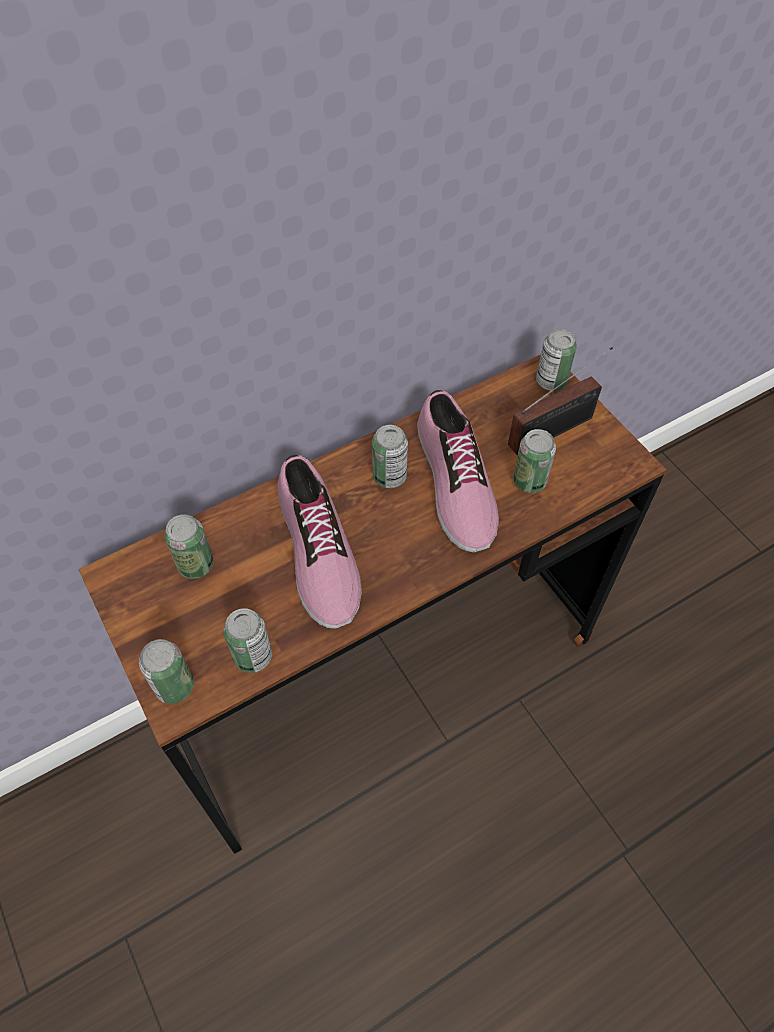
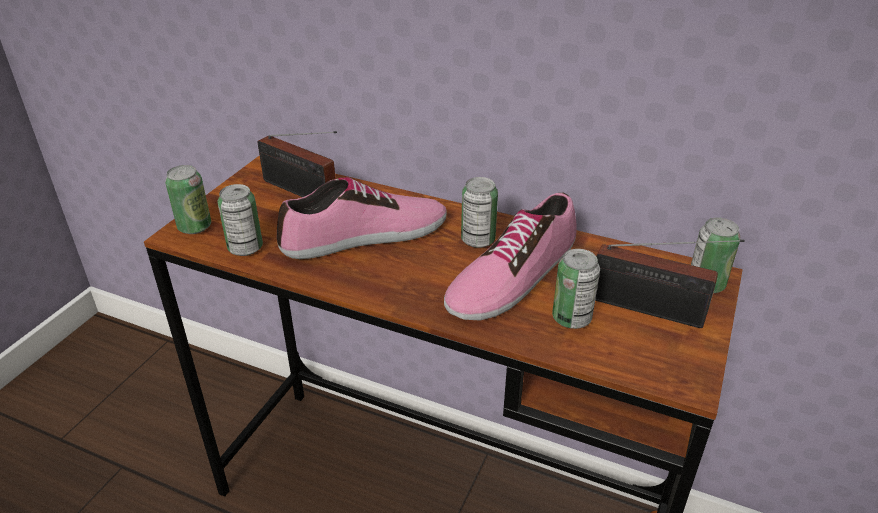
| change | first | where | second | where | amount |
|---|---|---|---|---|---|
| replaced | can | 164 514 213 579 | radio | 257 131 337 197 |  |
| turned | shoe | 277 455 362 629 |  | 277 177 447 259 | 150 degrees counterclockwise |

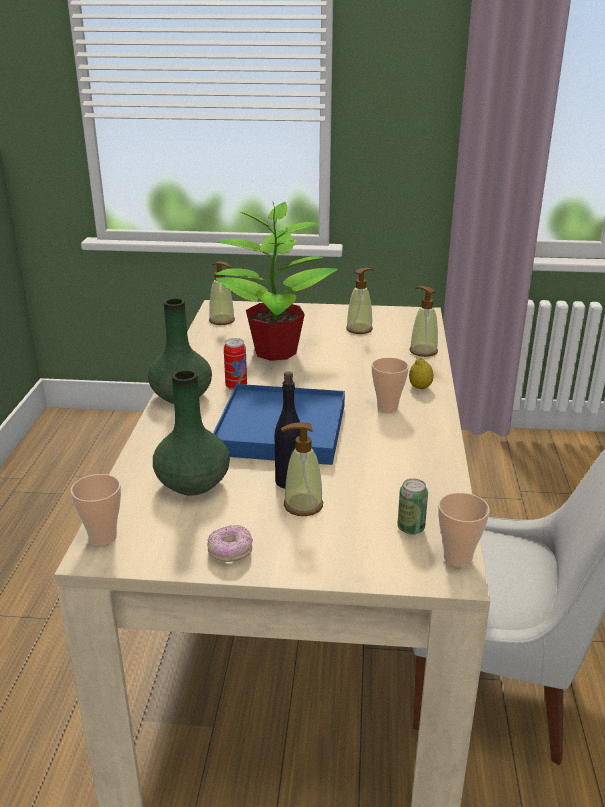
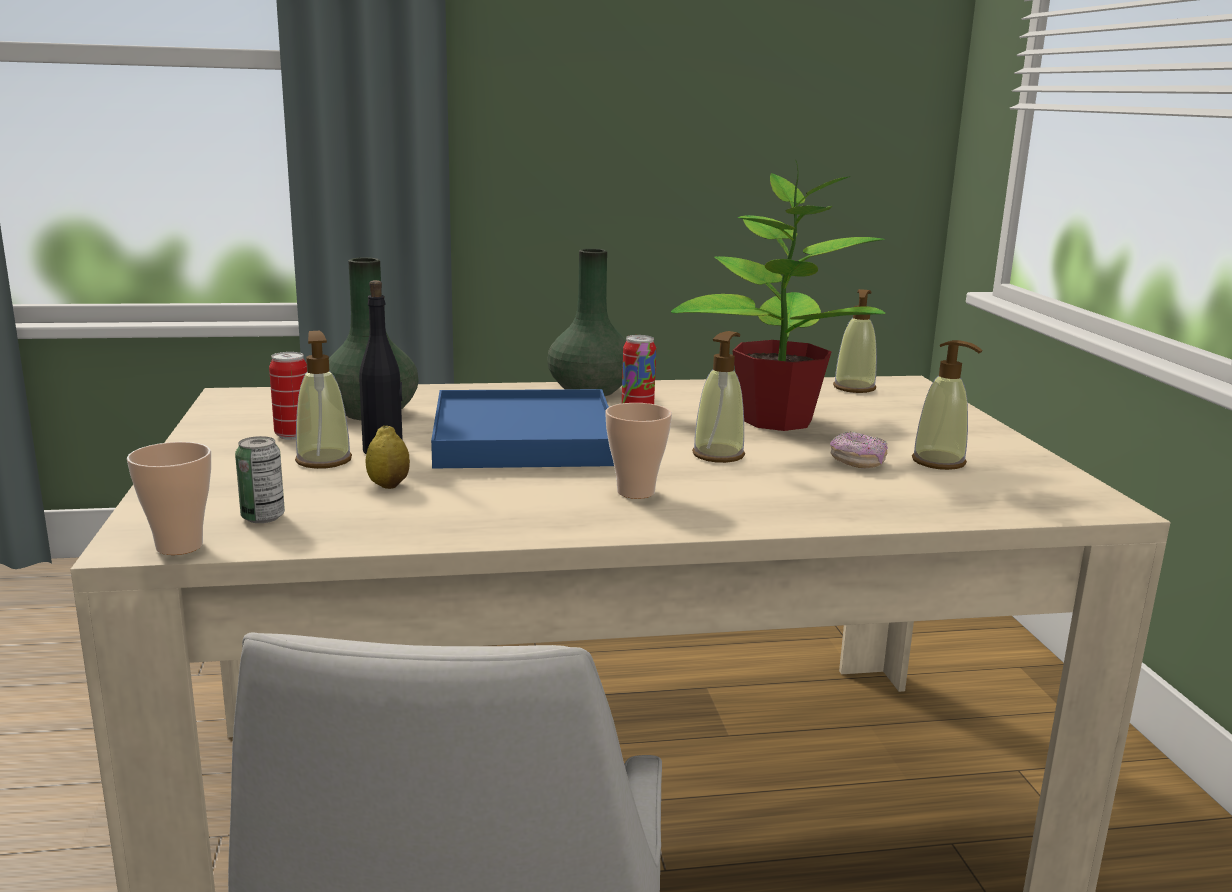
| change | first | where | second | where | amount |
|---|---|---|---|---|---|
| added |  |  | can | 269 352 307 440 |  |
| moved | lemon | 409 358 434 389 |  | 366 425 410 489 |  |
| moved | soap dispenser | 410 286 438 357 |  | 692 331 745 463 |  |
| moved | donut | 207 525 253 562 |  | 830 431 888 468 |  |
| removed | cup | 71 474 121 546 |  |  |  |

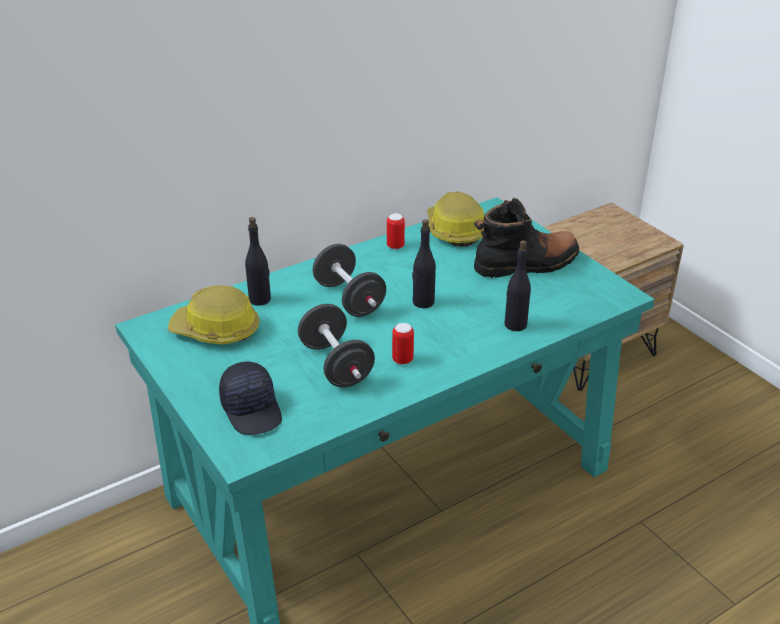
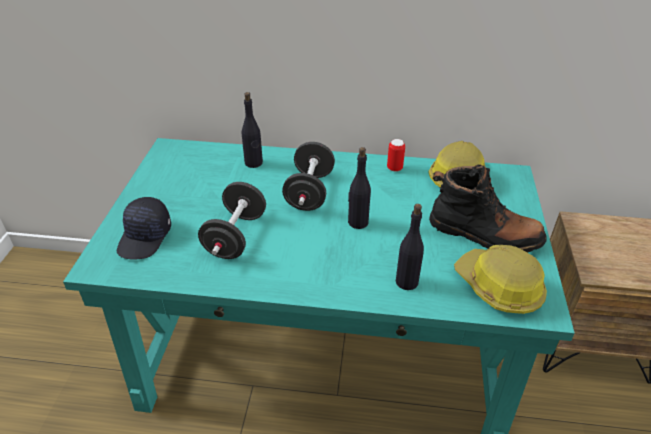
| change | first | where | second | where | amount |
|---|---|---|---|---|---|
| moved | hard hat | 167 285 260 345 |  | 454 245 547 314 |  |
| removed | can | 392 323 414 365 |  |  |  |

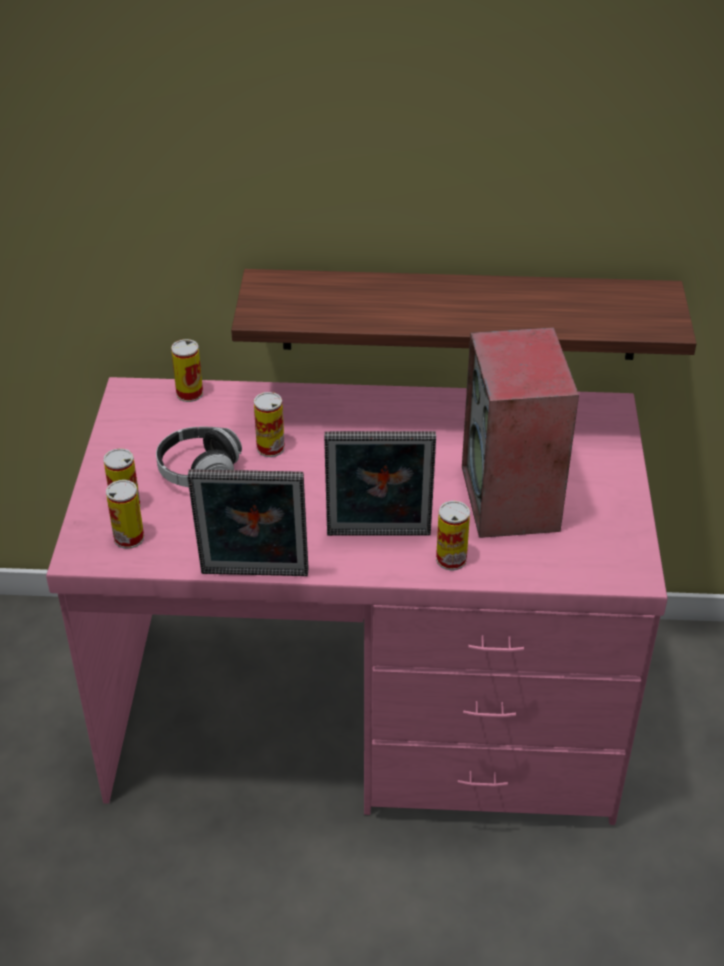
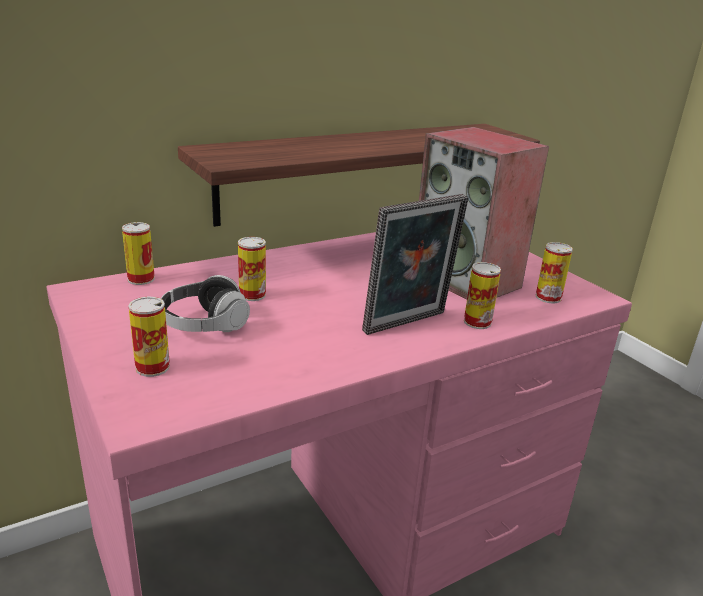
| change | first | where | second | where | amount |
|---|---|---|---|---|---|
| moved | can | 106 480 144 549 |  | 536 242 573 304 |  |
| removed | picture frame | 188 469 309 576 |  |  |  |

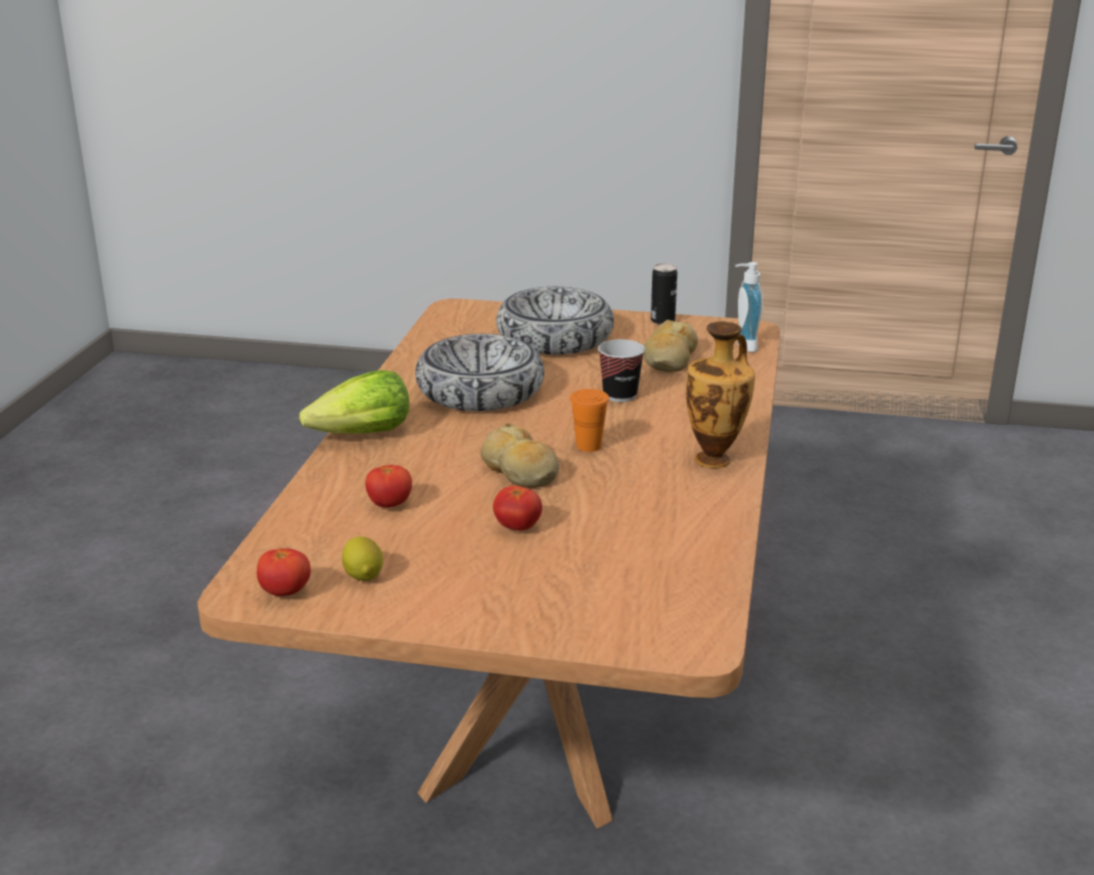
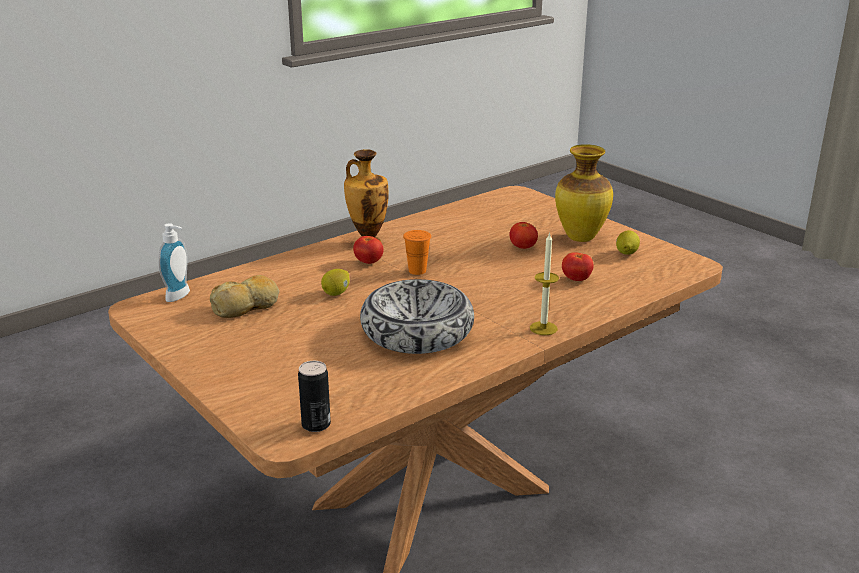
| change | first | where | second | where | amount |
|---|---|---|---|---|---|
| moved | can | 651 263 677 325 |  | 298 361 331 432 |  |
| replaced | cup | 598 339 645 402 | lemon | 321 269 350 296 |  |
| moved | tomato | 257 548 311 596 |  | 353 236 384 264 |  |
| replaced | lettuce | 299 370 409 434 | candle | 530 232 559 335 |  |
| added |  |  | vase | 555 144 613 242 |  |
| removed | bread | 481 423 559 488 |  |  |  |
| removed | bowl | 496 287 614 354 |  |  |  |

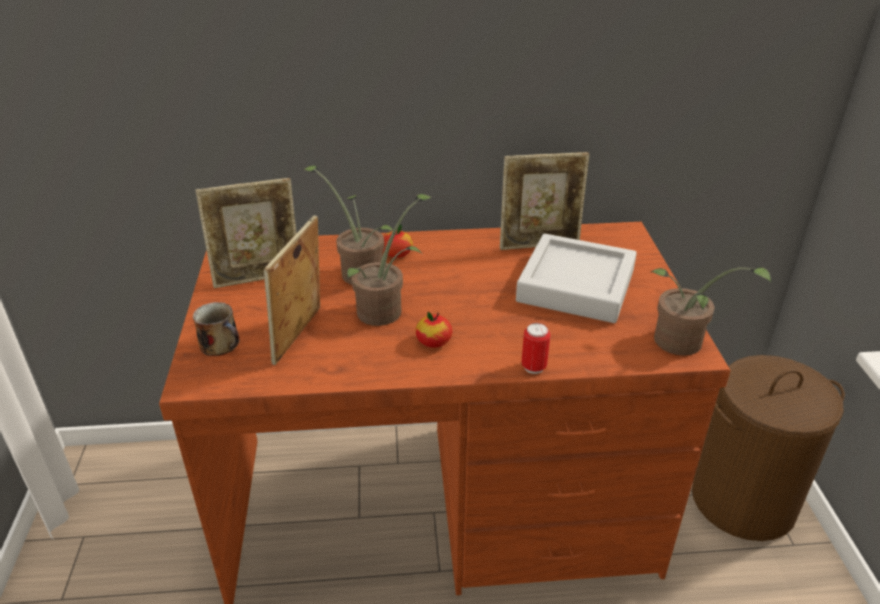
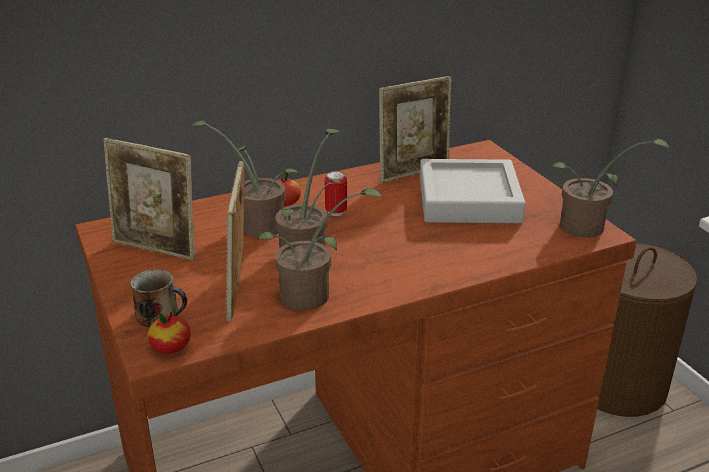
| change | first | where | second | where | amount |
|---|---|---|---|---|---|
| turned | picture frame | 196 178 297 288 |  | 103 138 195 260 | 60 degrees clockwise |
| moved | apple | 415 312 452 348 |  | 147 312 191 354 |  |
| added |  |  | potted plant | 257 188 384 310 |  |
| moved | can | 522 323 551 374 |  | 325 171 347 216 |  |

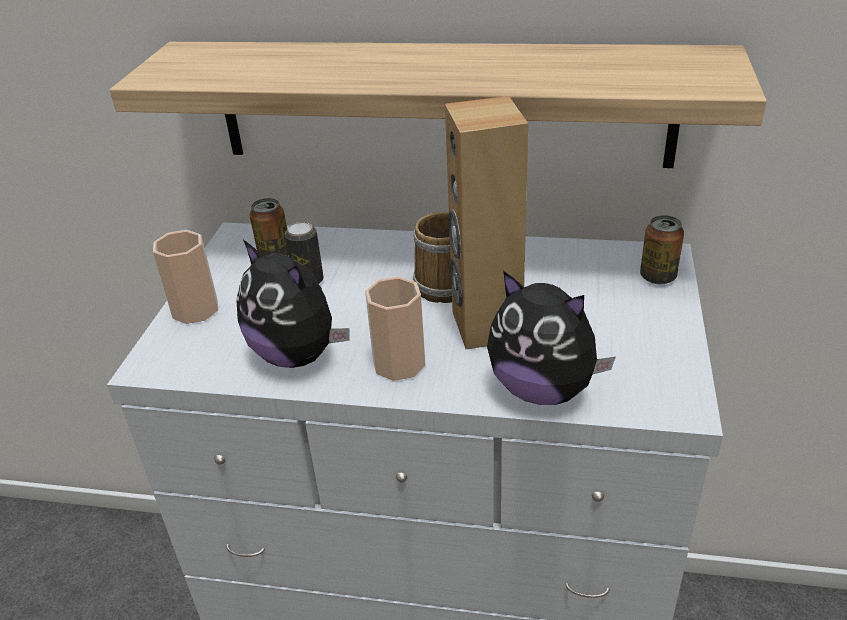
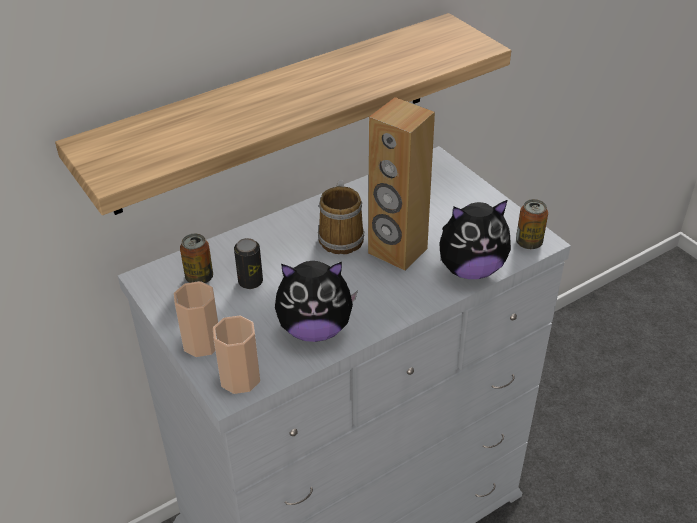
| change | first | where | second | where | amount |
|---|---|---|---|---|---|
| moved | cup | 365 276 426 381 |  | 213 316 260 394 |  |
| moved | can | 640 215 684 285 |  | 516 199 548 249 |  |

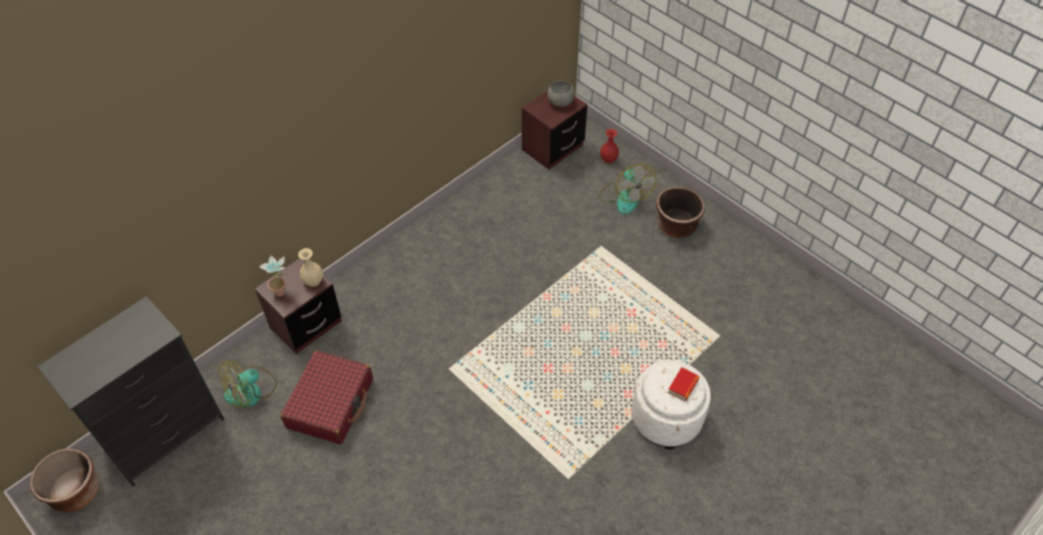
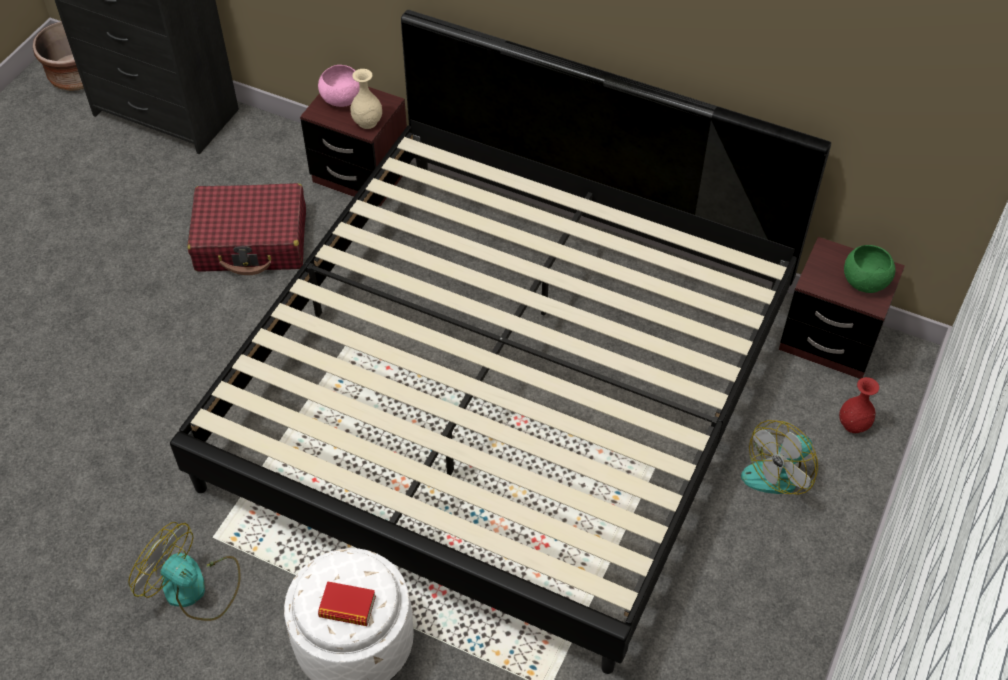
| change | first | where | second | where | amount |
|---|---|---|---|---|---|
| moved | fan | 218 360 277 408 |  | 128 522 241 621 |  |
| added |  |  | bed | 170 10 831 674 |  |
| replaced | potted plant | 259 255 286 297 | bowl in pink | 318 65 360 107 |  |
| recoloured | bowl in grey | 547 81 575 107 | bowl in green | 844 245 895 293 |  |
| removed | planter in brown | 656 187 705 238 |  |  |  |

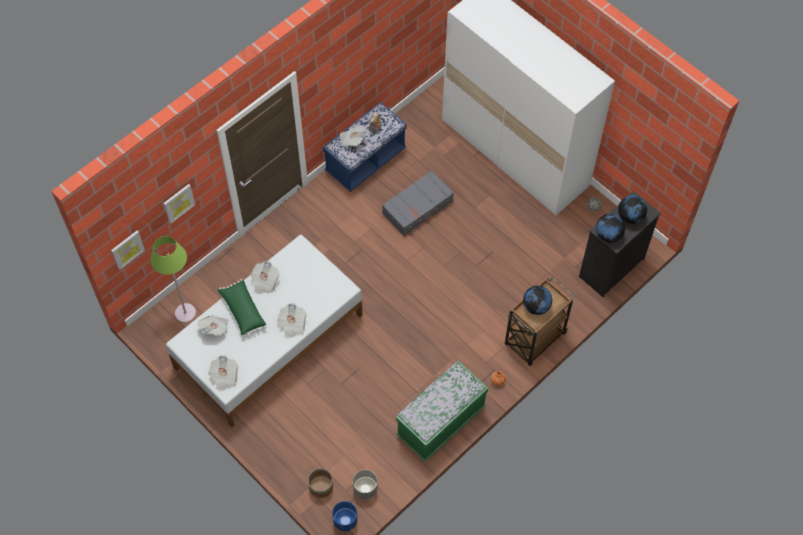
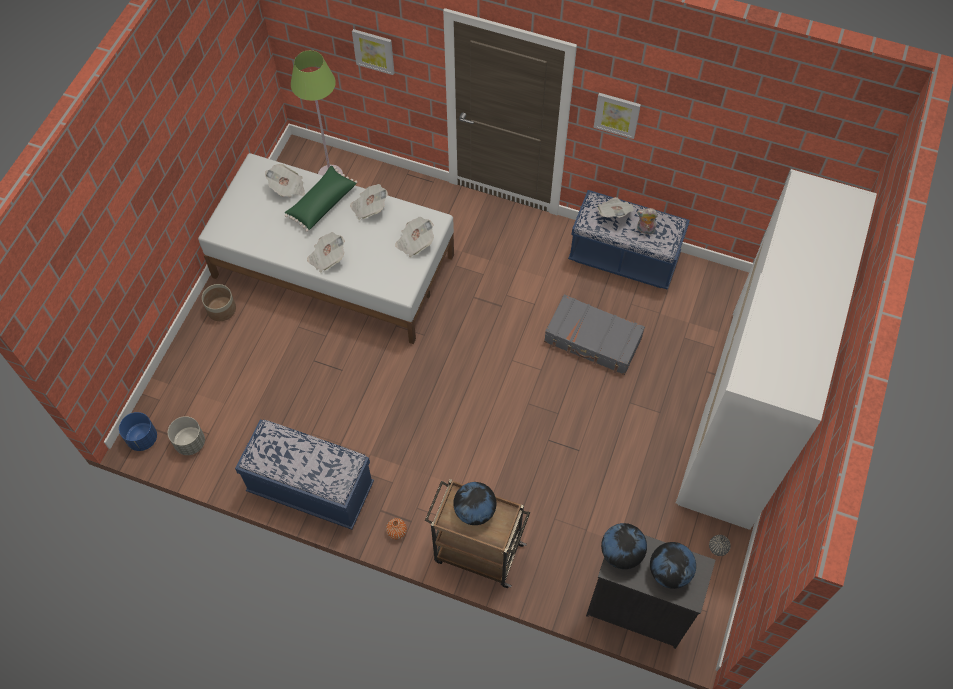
| change | first | where | second | where | amount |
|---|---|---|---|---|---|
| moved | planter | 308 468 333 498 |  | 202 284 236 321 |  |
| recoloured | bench in green | 396 361 488 462 | bench in blue | 235 419 374 530 |  |
| moved | newspaper | 208 355 238 392 |  | 395 217 434 257 |  |
| moved | picture | 111 231 145 270 |  | 594 93 641 139 |  |

